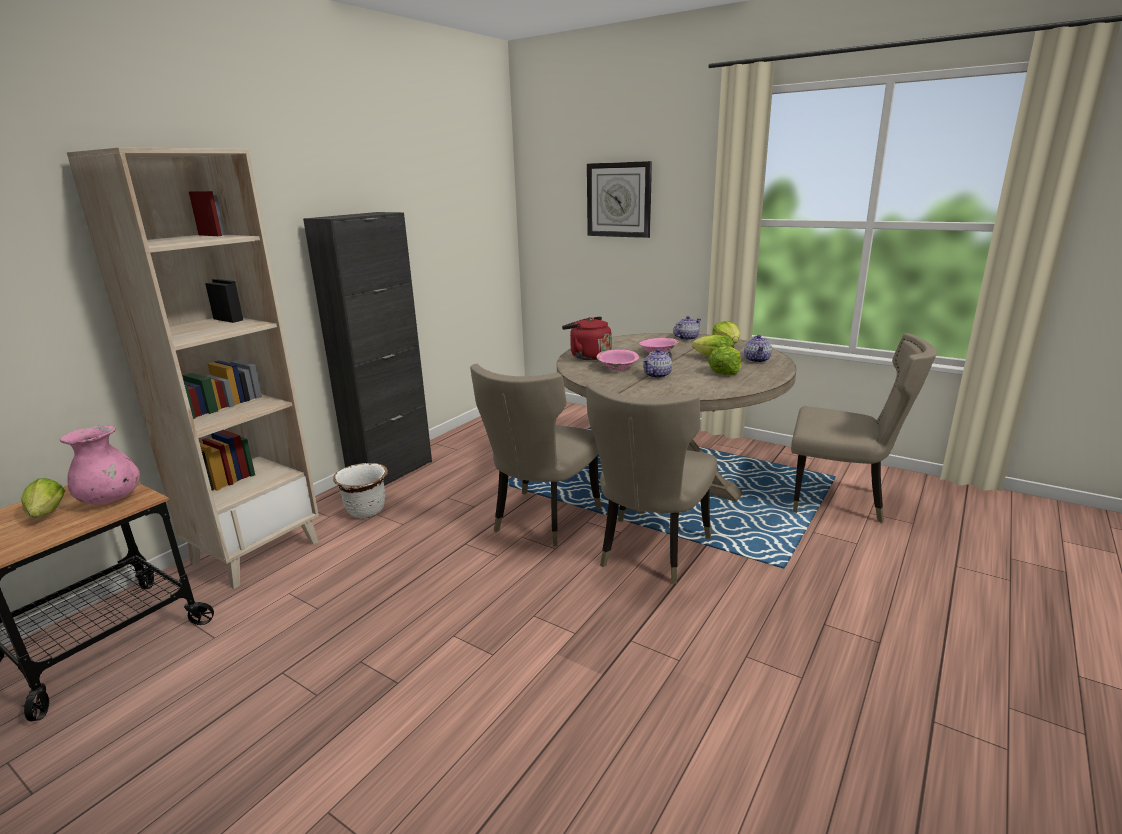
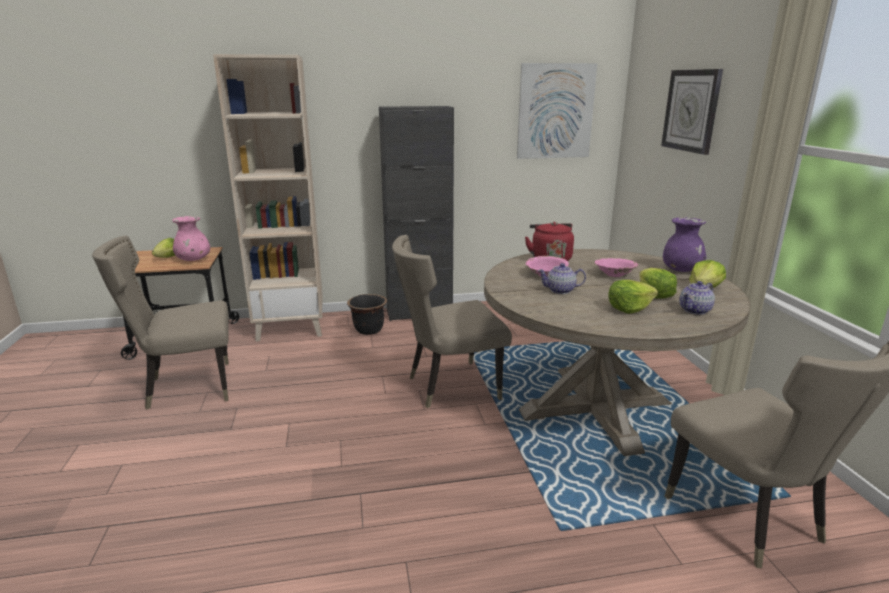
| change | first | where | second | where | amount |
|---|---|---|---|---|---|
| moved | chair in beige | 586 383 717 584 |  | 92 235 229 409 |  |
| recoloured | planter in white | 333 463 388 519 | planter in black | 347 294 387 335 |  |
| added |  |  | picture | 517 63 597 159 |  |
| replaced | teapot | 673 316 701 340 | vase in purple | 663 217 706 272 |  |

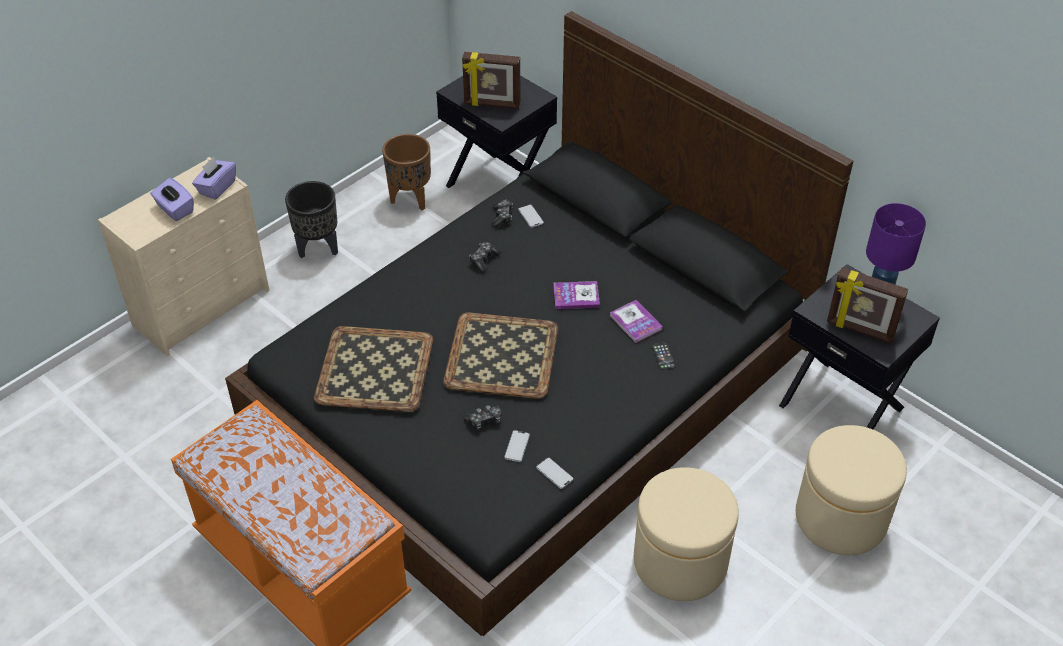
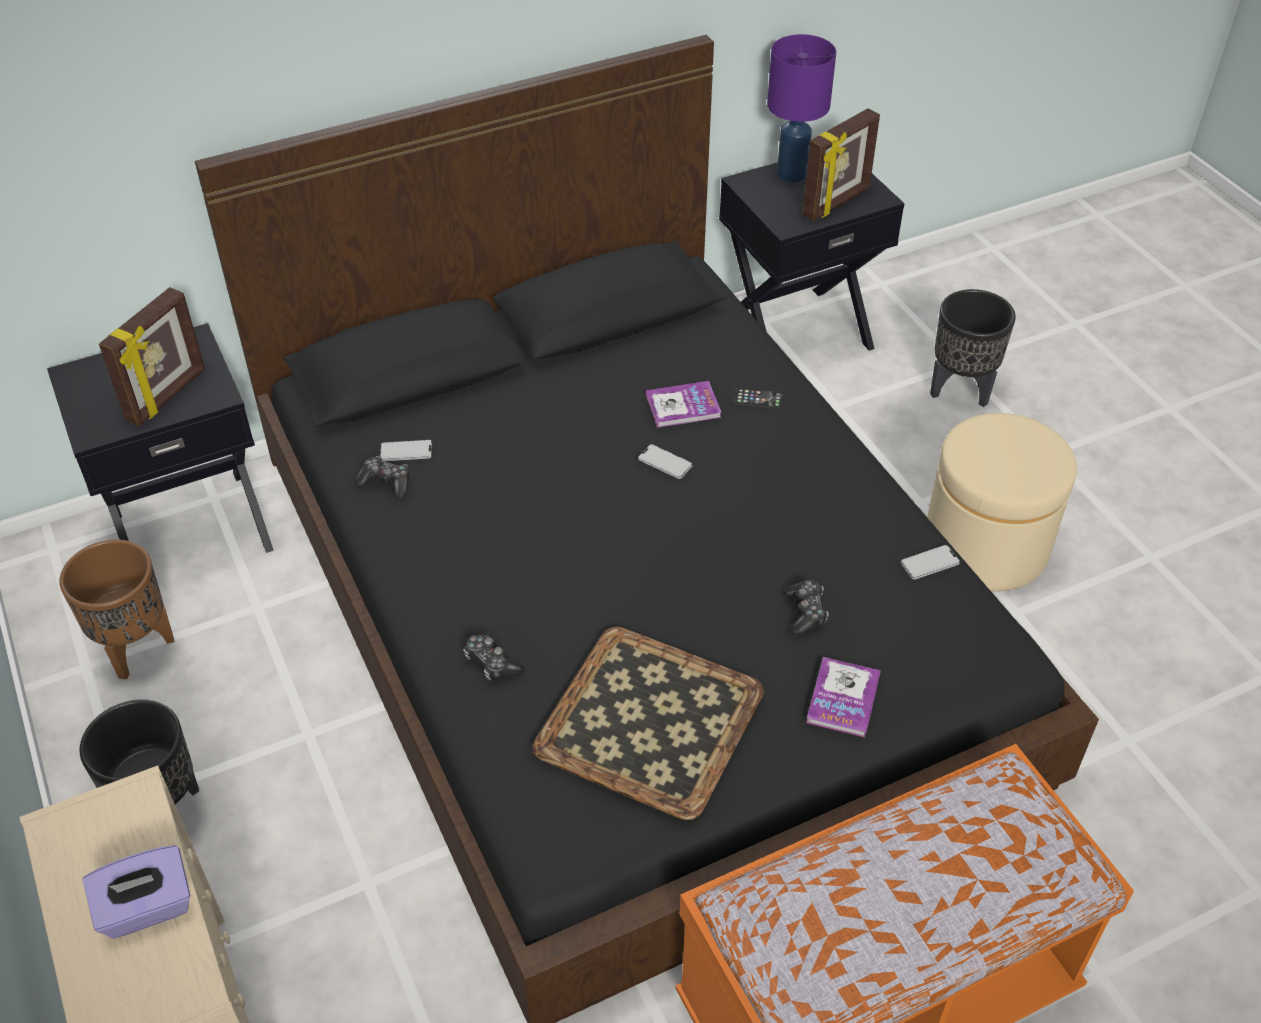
| change | first | where | second | where | amount |
|---|---|---|---|---|---|
| moved | game controller | 469 242 501 273 |  | 463 633 524 681 |  |
| moved | phone | 504 430 530 462 |  | 638 444 693 479 |  |
| moved | book | 553 281 600 309 |  | 806 657 881 737 |  |
| replaced | ottoman in beige | 796 425 907 555 | planter in black | 930 289 1016 407 |  |
| removed | tissue box in purple | 192 157 236 200 |  |  |  |
| removed | tray | 443 313 558 399 |  |  |  |

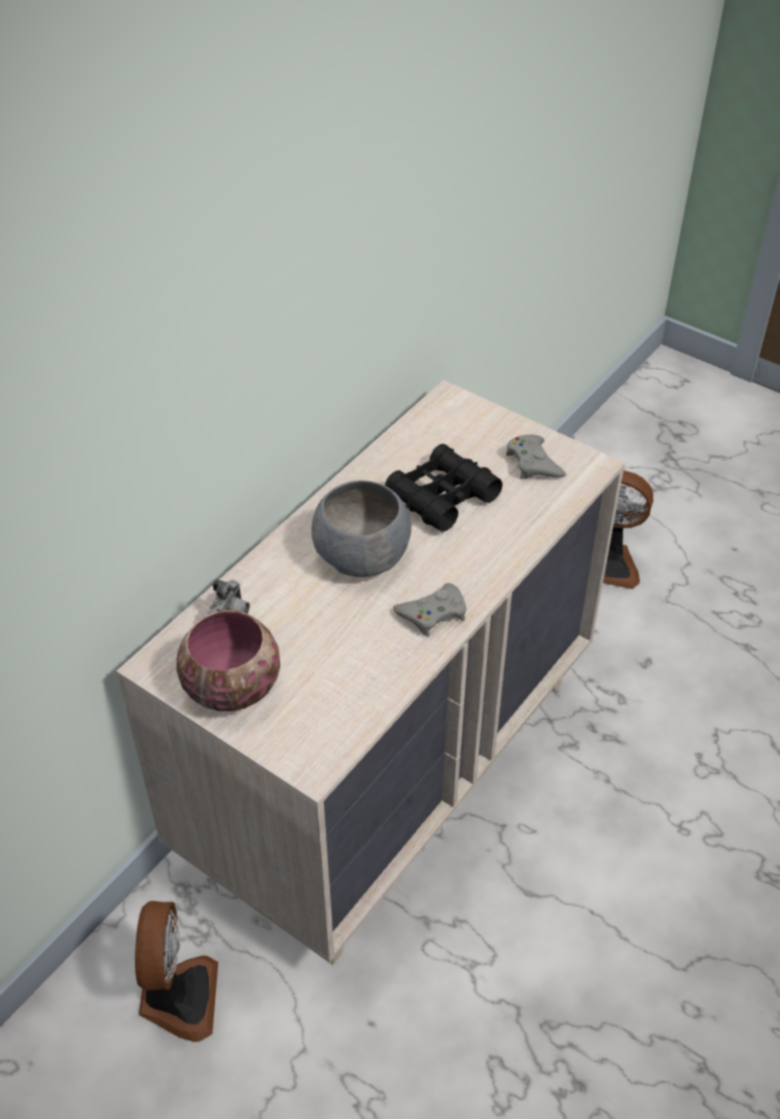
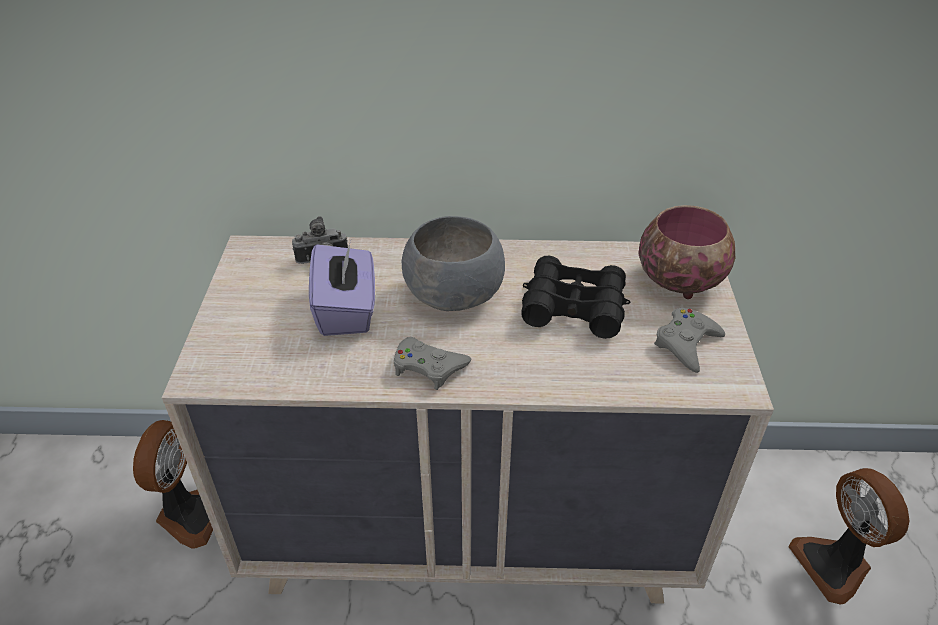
| change | first | where | second | where | amount |
|---|---|---|---|---|---|
| turned | fan | 135 901 218 1042 |  | 133 420 213 548 | 45 degrees counterclockwise |
| added |  |  | tissue box in purple | 309 241 375 336 |  |
| moved | bowl | 176 610 280 711 |  | 638 205 735 299 |  |

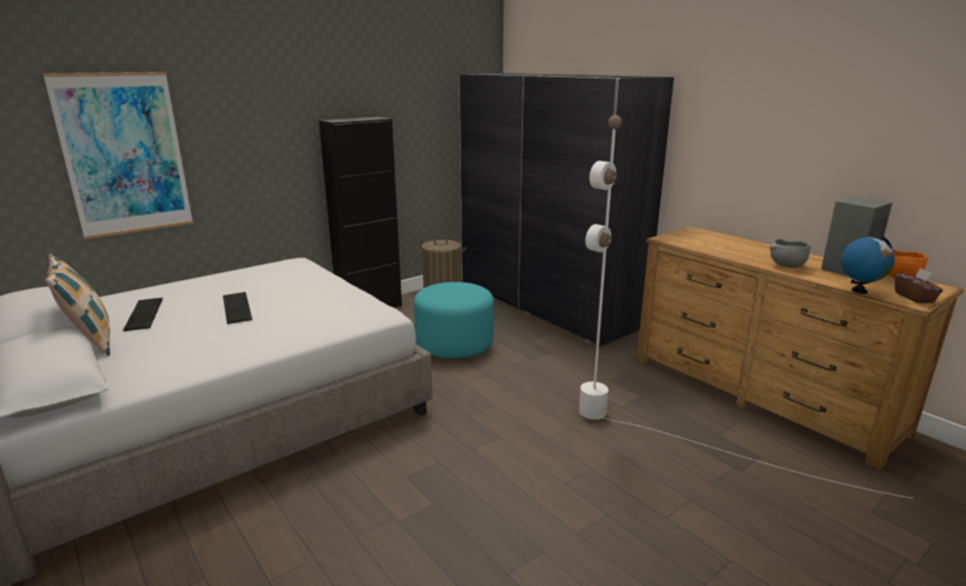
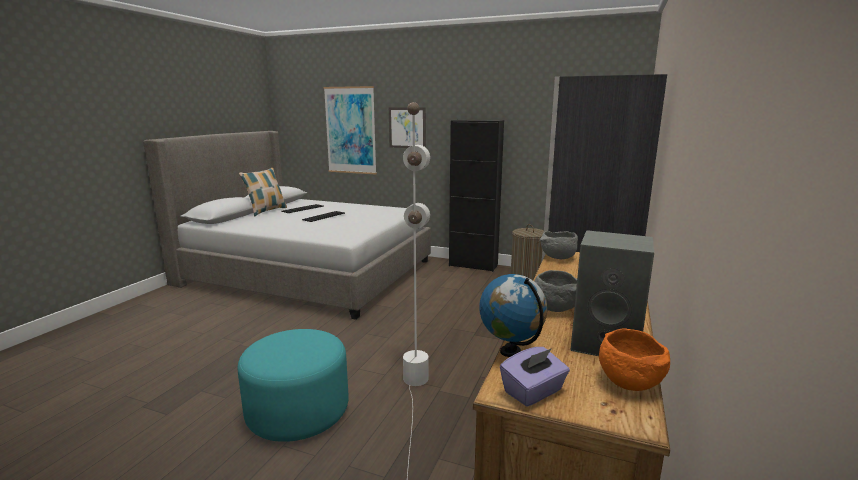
| change | first | where | second | where | amount |
|---|---|---|---|---|---|
| moved | ottoman in turquoise | 414 282 494 359 |  | 238 329 348 442 |  |
| added |  |  | picture | 389 107 426 148 |  |
| recoloured | tissue box in brown | 895 268 943 303 | tissue box in purple | 500 347 570 407 |  |
| added |  |  | bowl in grey | 540 231 578 259 |  |

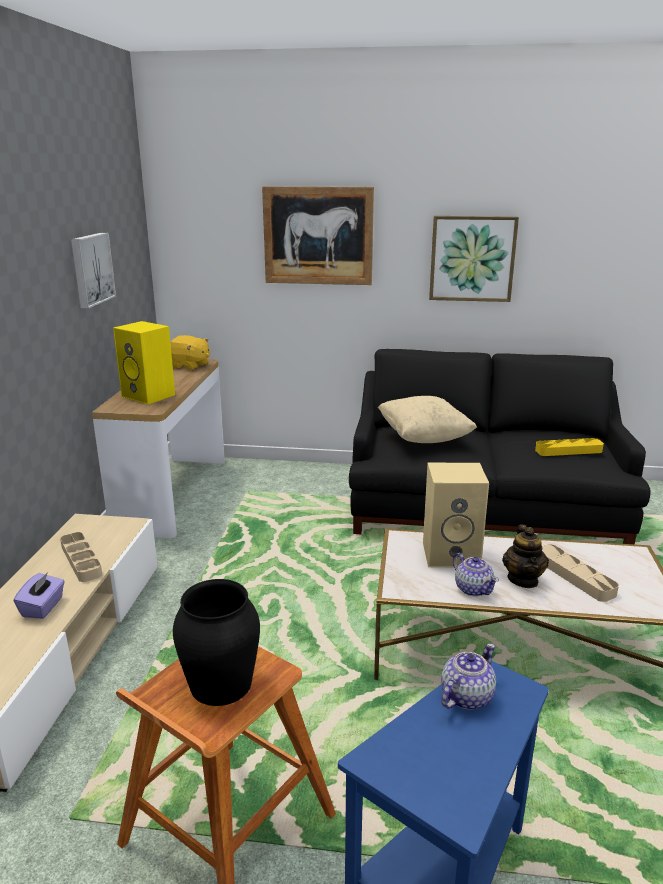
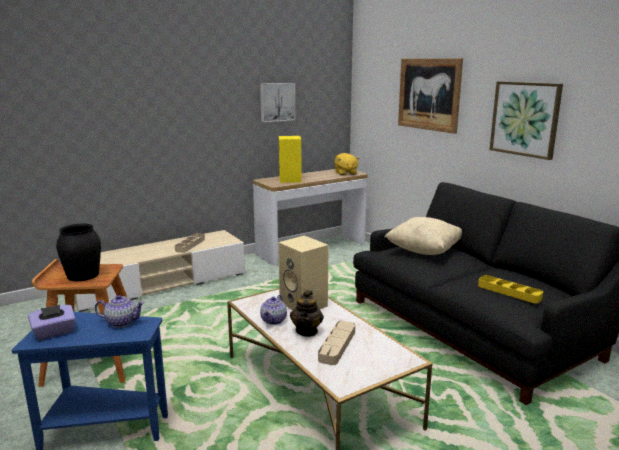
| change | first | where | second | where | amount |
|---|---|---|---|---|---|
| moved | tissue box in purple | 14 572 65 619 |  | 28 305 76 340 |  |
| turned | teapot | 502 525 549 588 |  | 290 290 324 337 | 45 degrees counterclockwise |

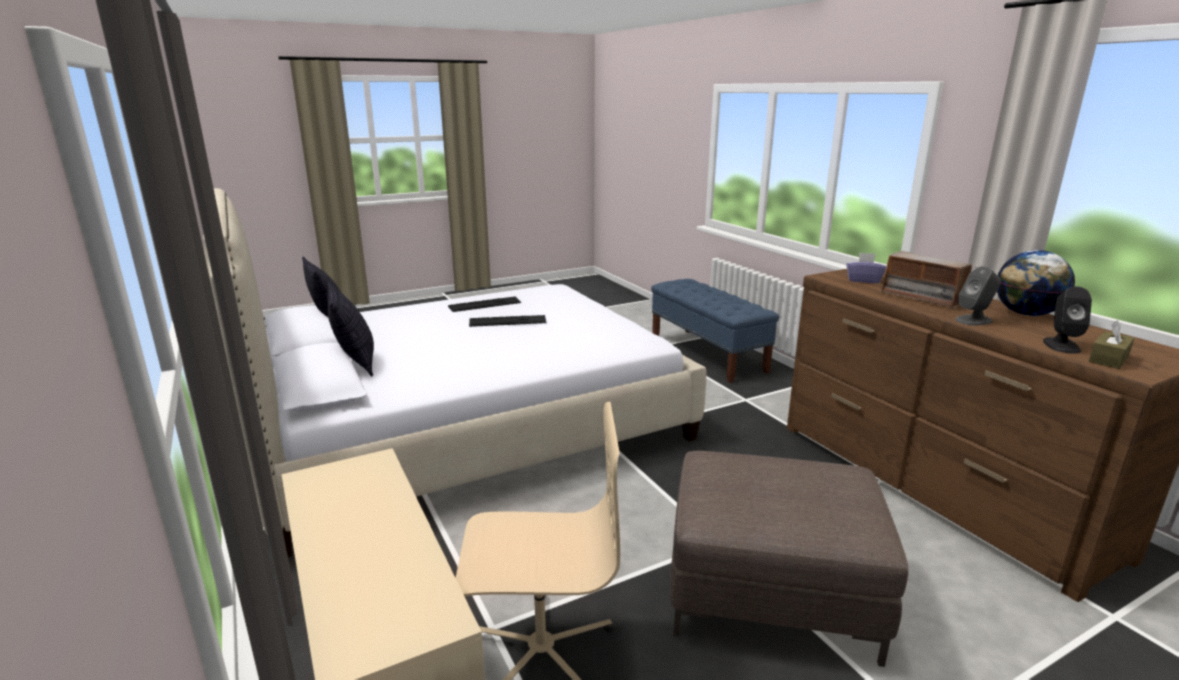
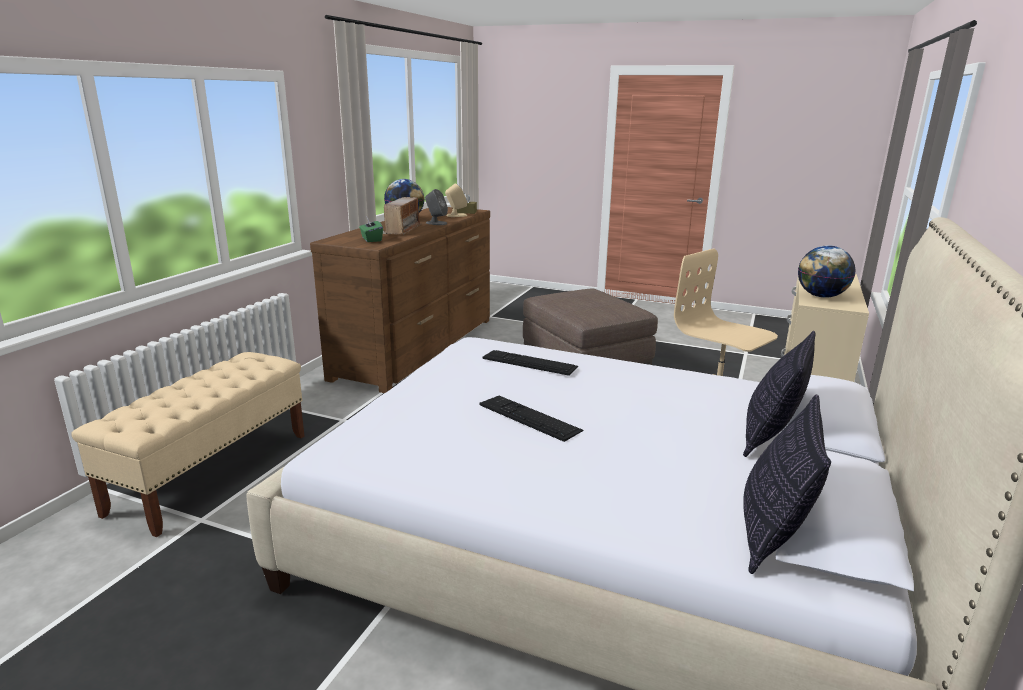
| change | first | where | second | where | amount |
|---|---|---|---|---|---|
| recoloured | bench in blue | 651 279 779 383 | bench in beige | 71 352 305 537 |  |
| recoloured | tissue box in purple | 846 252 886 283 | tissue box in green | 359 218 383 242 |  |
| recoloured | speaker in black | 1043 286 1092 354 | speaker in beige | 445 183 467 217 |  |
| moved | keyboard | 448 297 521 312 |  | 482 350 578 376 |  |
| added |  |  | globe | 798 245 855 298 |  |

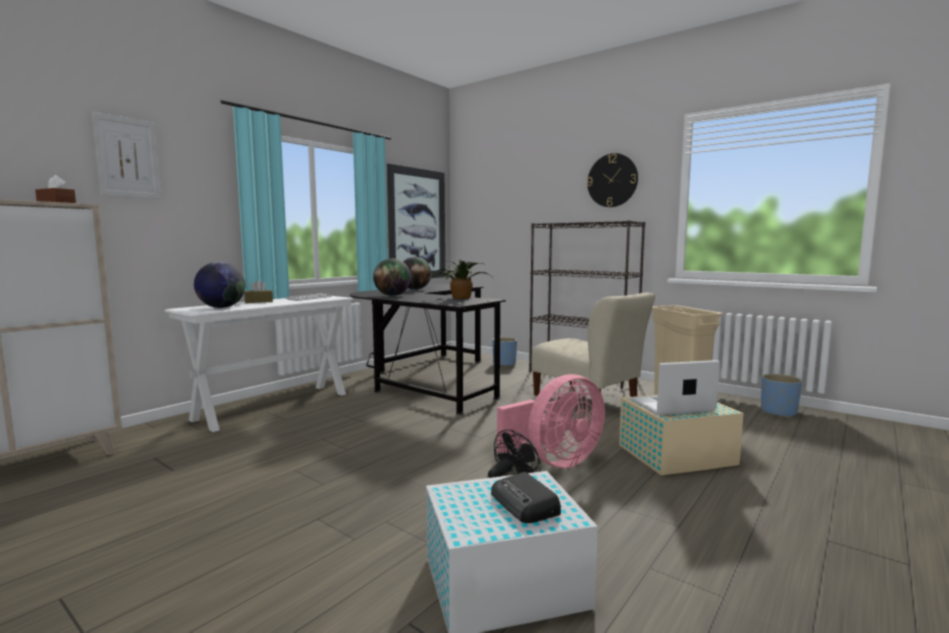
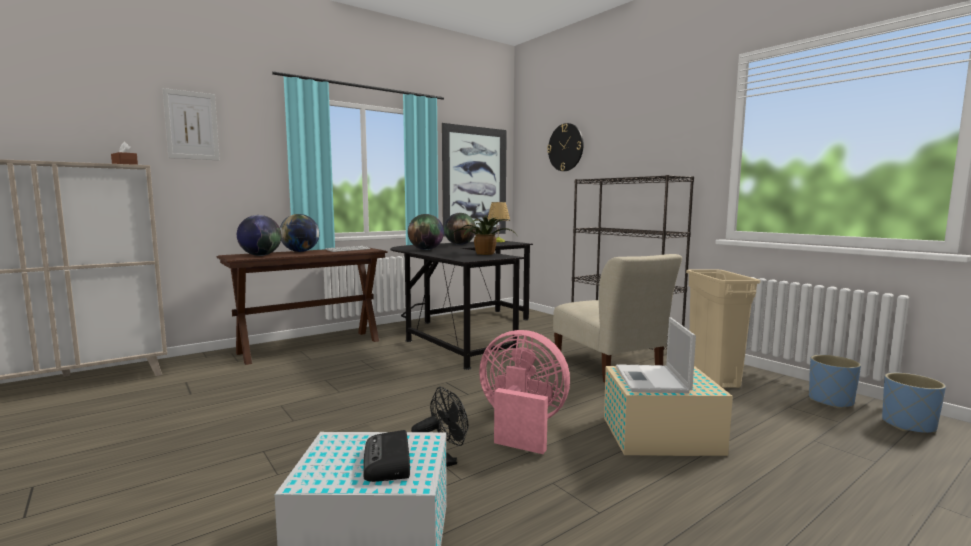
| change | first | where | second | where | amount |
|---|---|---|---|---|---|
| recoloured | console table in white | 165 296 354 432 | console table in brown | 217 248 388 365 |  |
| replaced | tissue box in brown | 244 280 273 303 | globe | 280 214 319 252 |  |
| turned | fan in pink | 497 374 605 468 |  | 479 330 570 454 | 135 degrees counterclockwise |
| added |  |  | table lamp | 487 202 510 242 |  |
| moved | wall clock | 587 153 638 207 |  | 547 123 584 171 |  |
| turned | laptop | 631 360 720 415 |  | 616 317 696 393 | 90 degrees counterclockwise |
| moved | planter in blue | 492 337 517 366 |  | 882 373 946 433 |  |

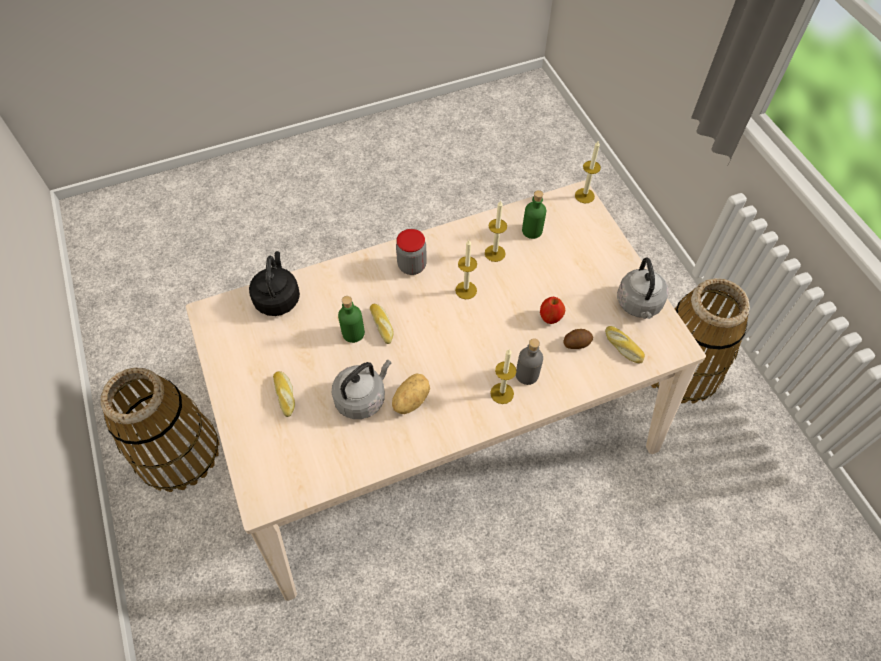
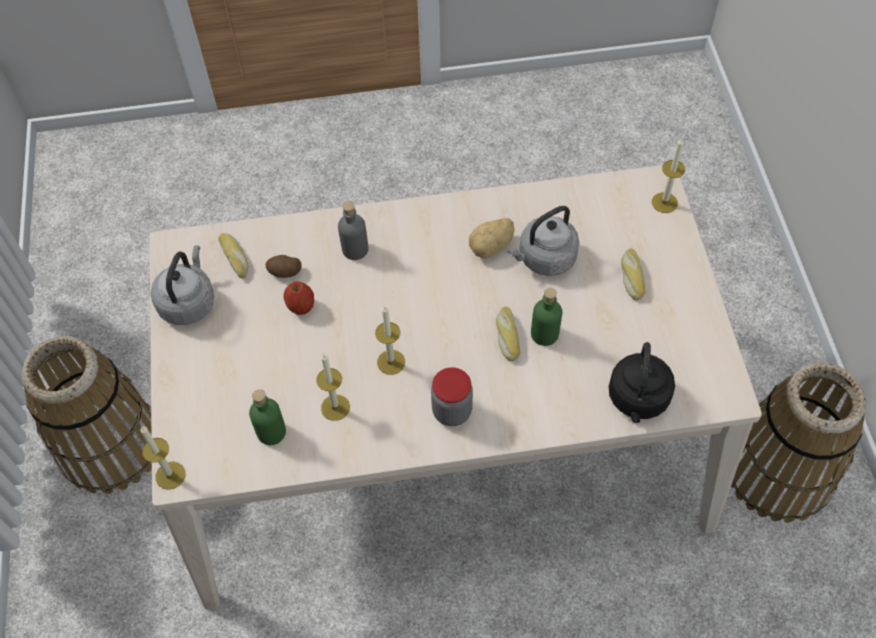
| change | first | where | second | where | amount |
|---|---|---|---|---|---|
| moved | candle | 490 349 516 404 |  | 652 138 685 213 |  |

